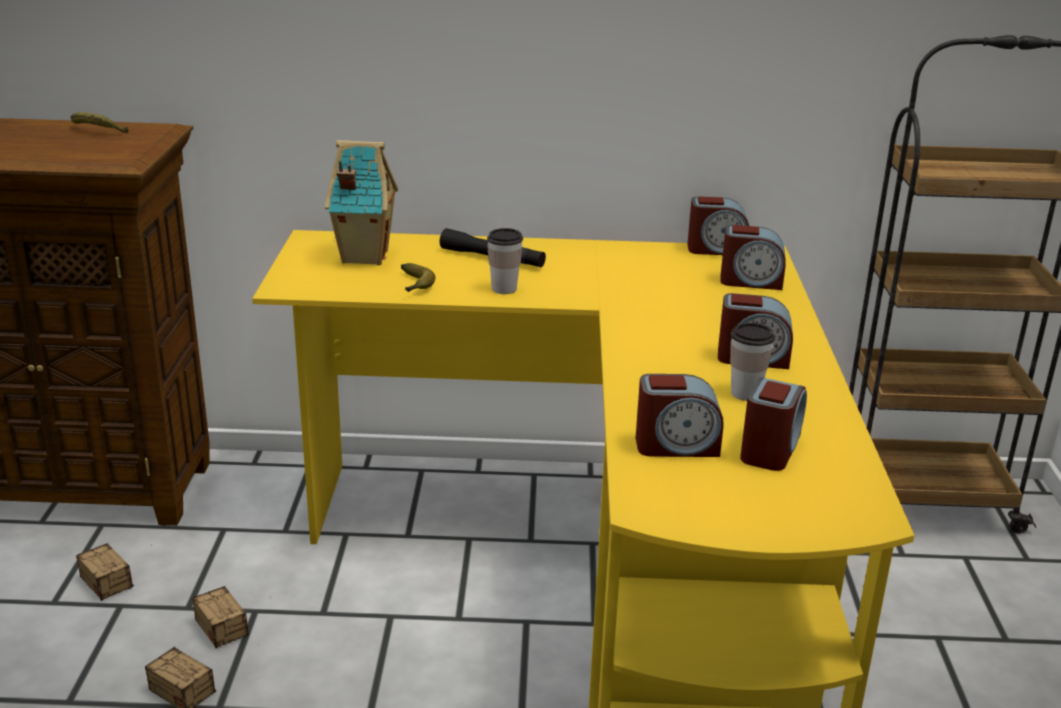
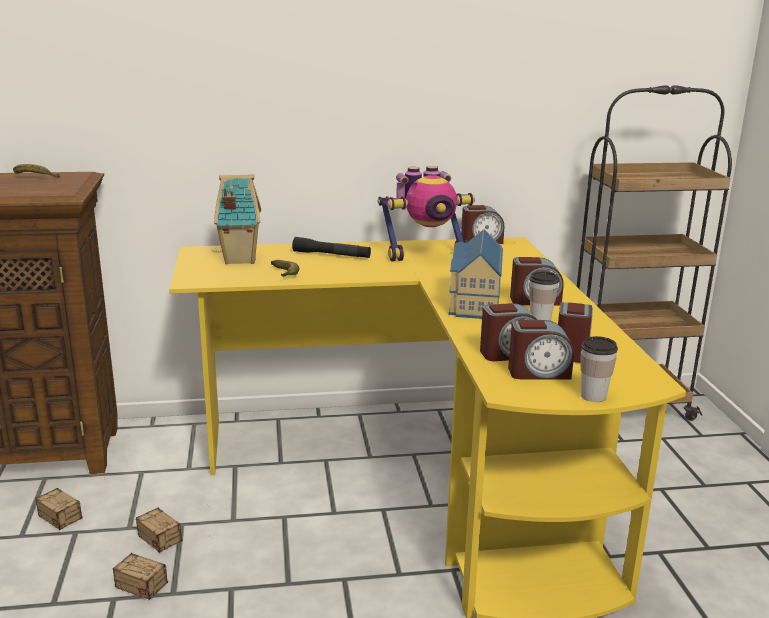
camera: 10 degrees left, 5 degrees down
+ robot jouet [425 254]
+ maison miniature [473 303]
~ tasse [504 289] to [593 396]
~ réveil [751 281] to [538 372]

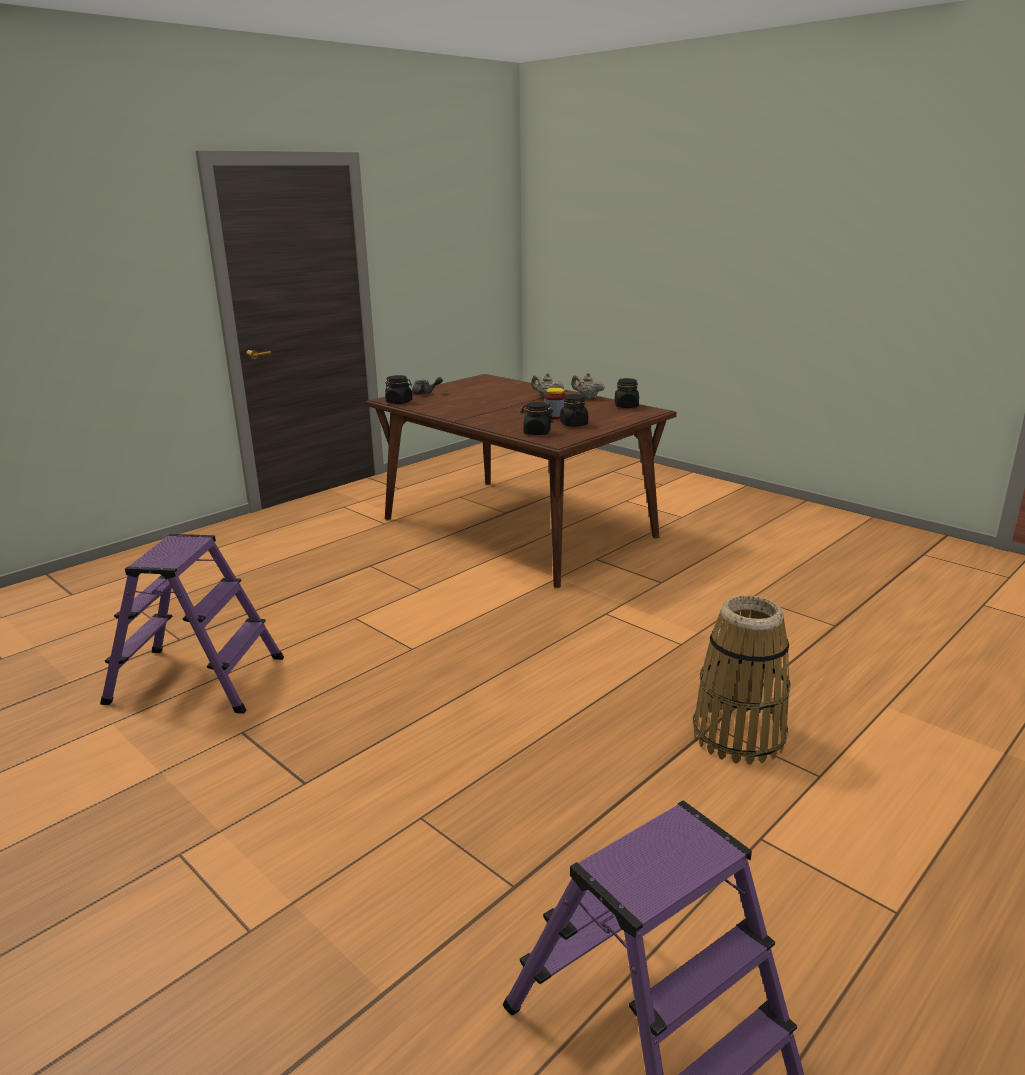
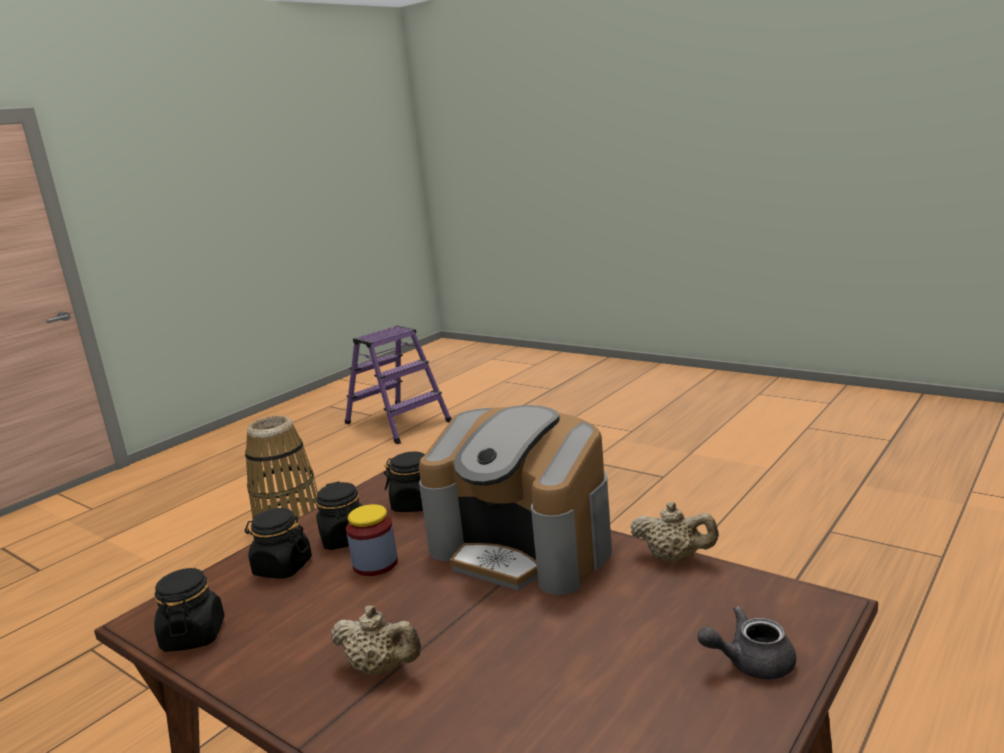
camera: 175 degrees right, 5 degrees down
- escabeau [violet] [196 679]
+ machine à café [524 547]
~ bocal [noir] [399 402] to [282 567]
~ théière [beige] [587 398] to [674 557]

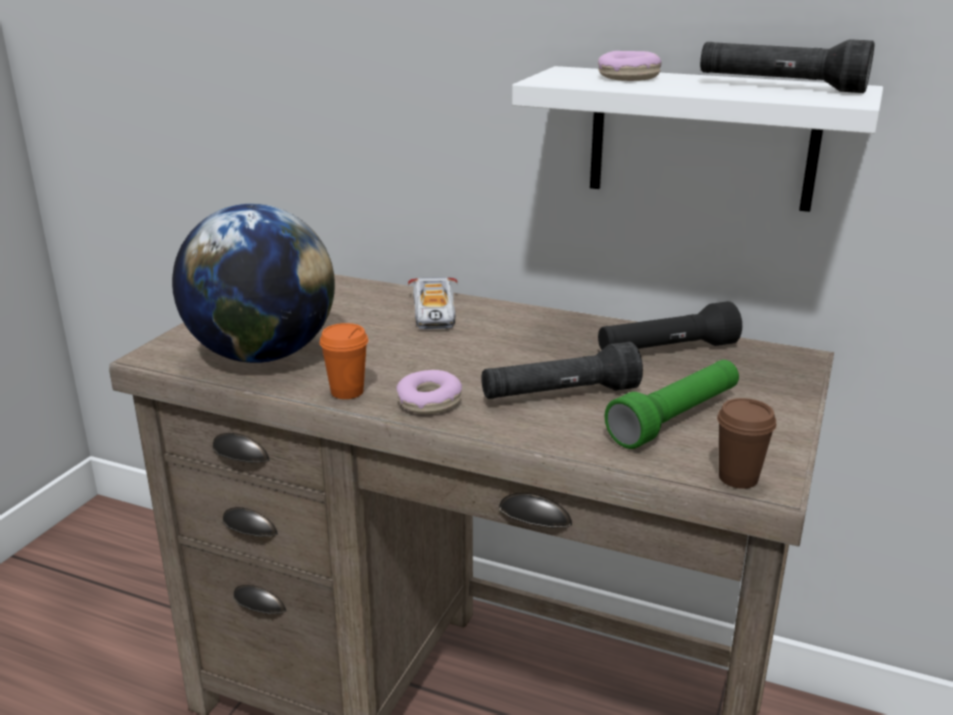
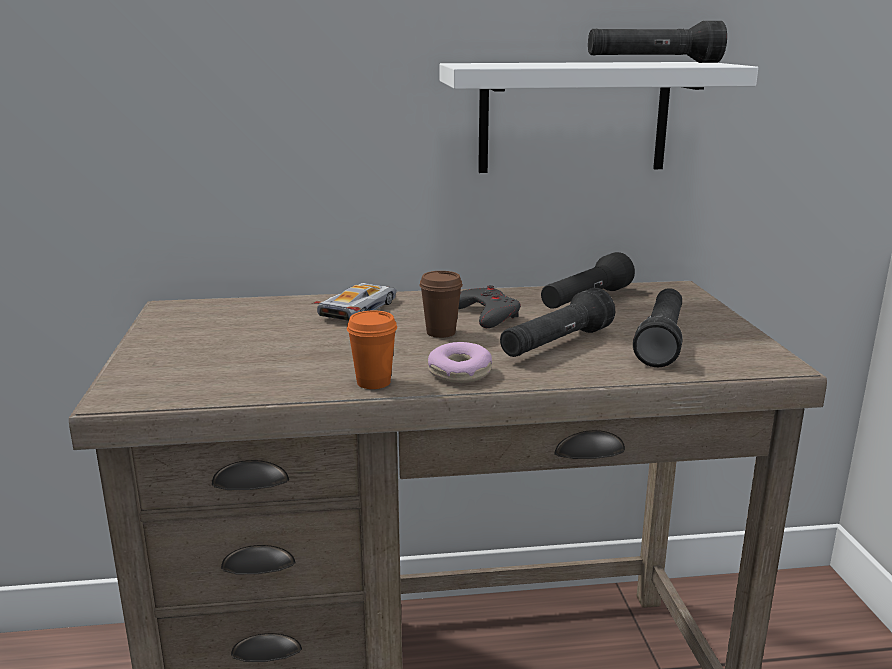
camera: 30 degrees left, 5 degrees down
- globe [262 355]
- beignet [628 77]
+ manette [gris] [486 315]
~ tasse [marron] [738 478] to [441 332]
~ lampe de poche [vert] [675 419] to lampe de poche [noir] [661 341]
~ petite voiture [434 312] = [359 309] 120 degrees counterclockwise

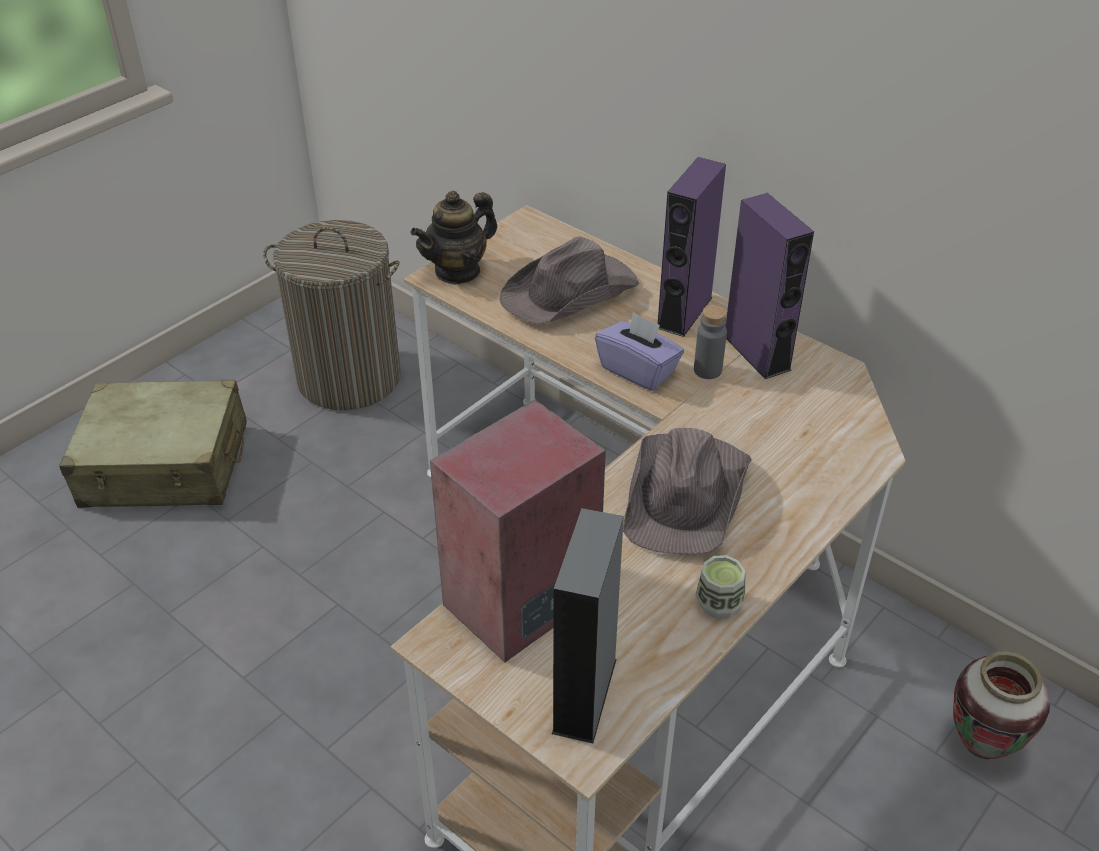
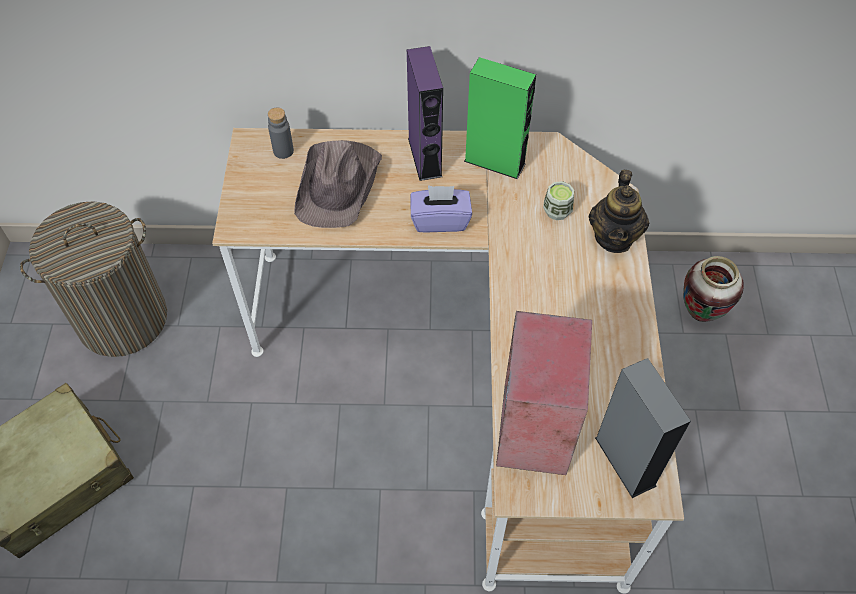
camera: 40 degrees left, 15 degrees up
- chapeau [marron] [686 495]
~ théière [458 271] to [614 237]
~ bouteille [gris] [707 370] to [283 151]
~ tasse [718 604] to [557 211]
~ enceinte [violet] [756 352] to enceinte [vert] [494 162]

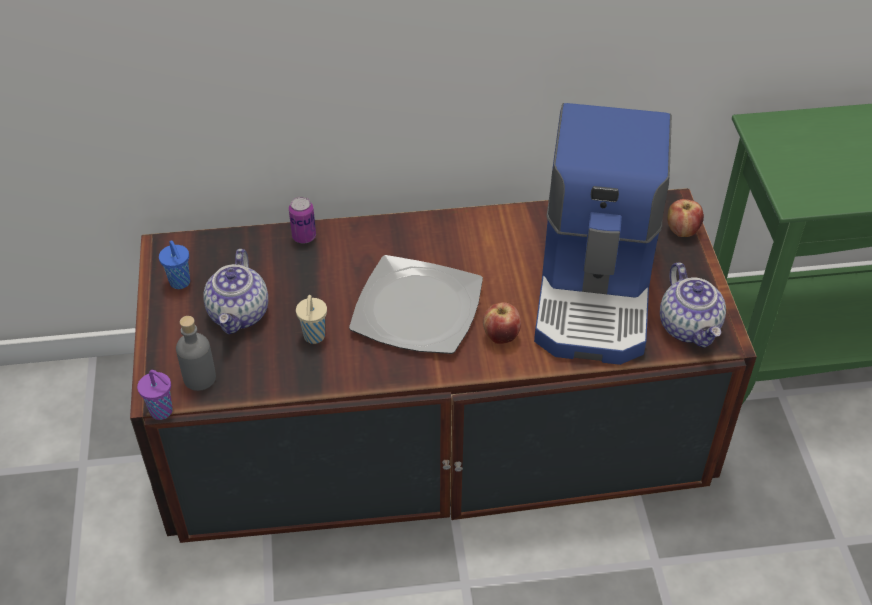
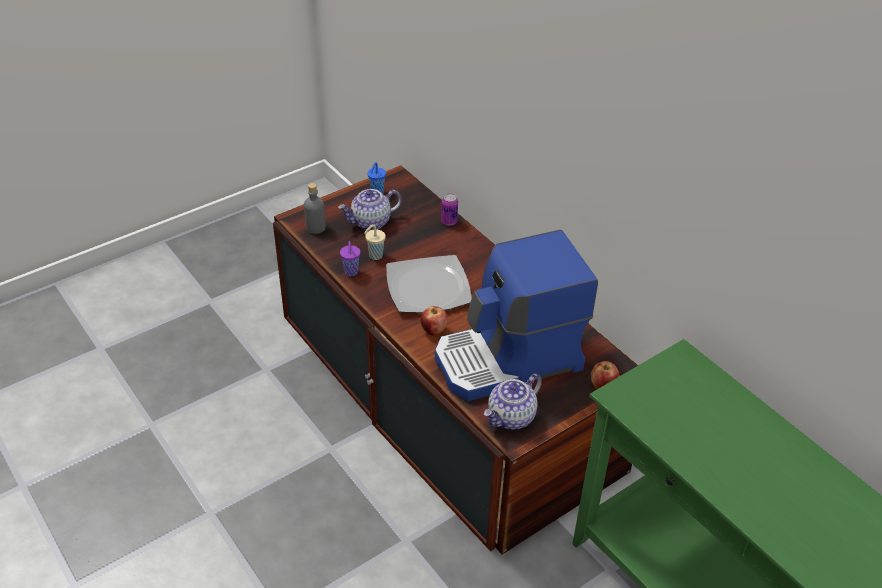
camera: 60 degrees right, 5 degrees down
~ tasse [violet] [162 412] to [351 272]

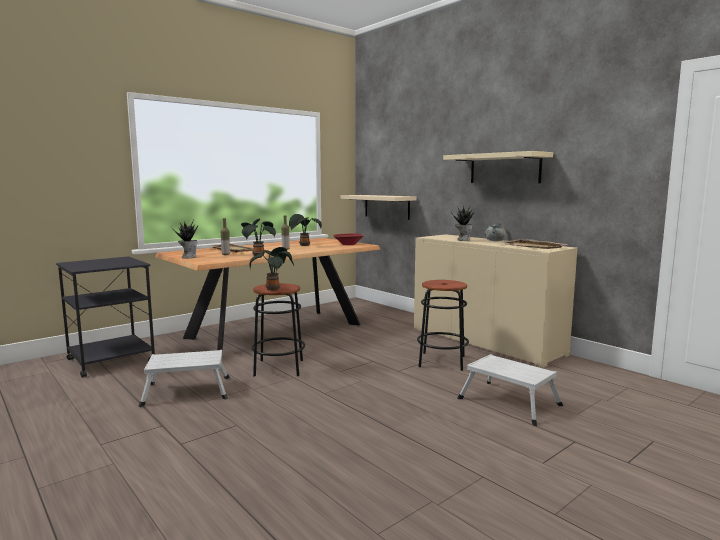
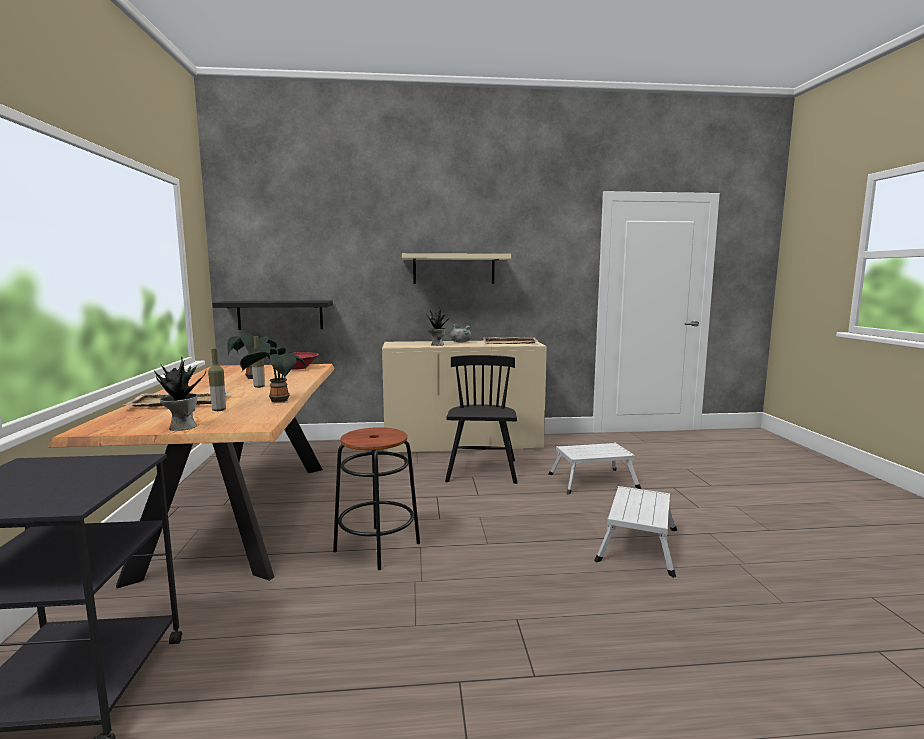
camera: 55 degrees left, 0 degrees up
- plante en pot [273 289]
~ escabeau [blanc] [186 391] to [638 545]
~ tabouret [noir] [442 361] to chaise [noir] [482 472]
~ étagère [beige] [386 206] to étagère [noir] [280 315]

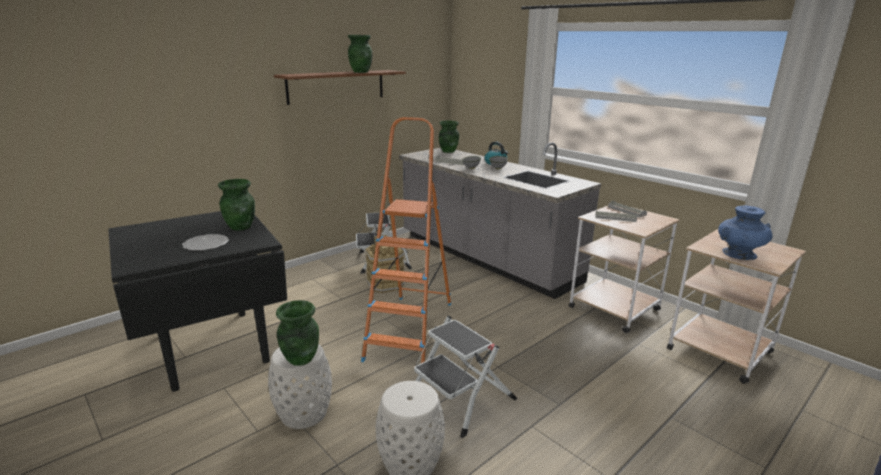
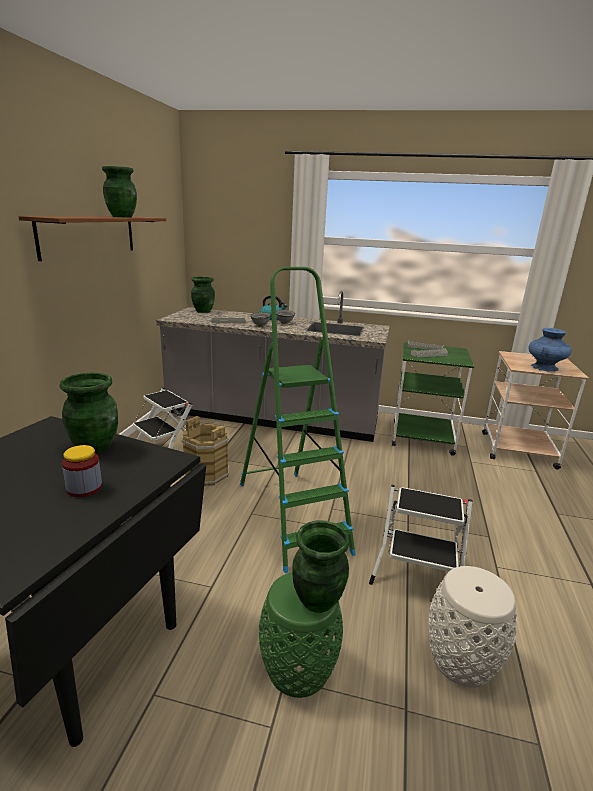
camera: 35 degrees left, 0 degrees up
~ assiette [205 244] to bocal [84 488]
~ tabouret [blanc] [303 413] to tabouret [vert] [298 668]
~ escabeau [orange] [410 330] to escabeau [vert] [292 516]
~ chariot [beige] [615 309] to chariot [vert] [423 437]

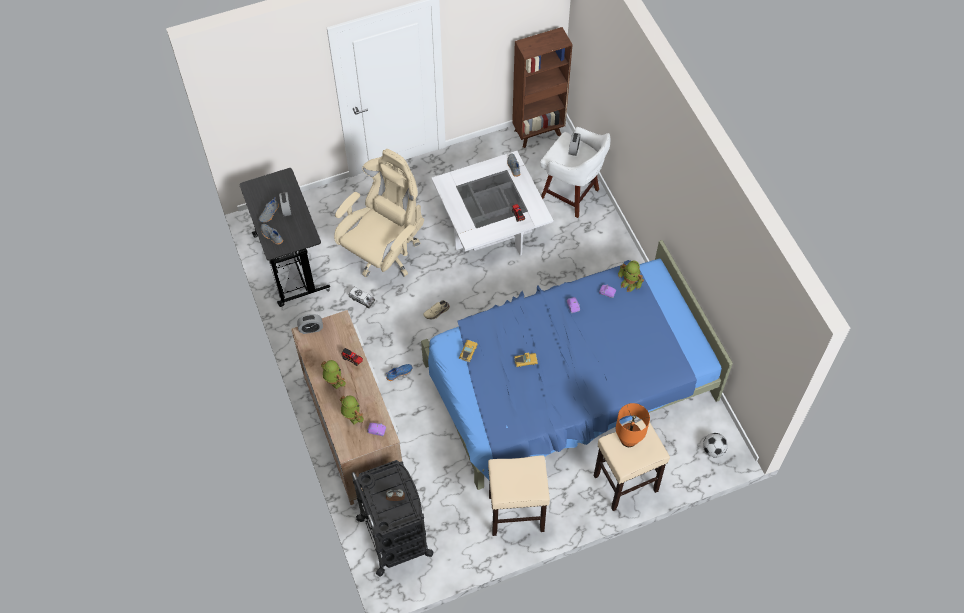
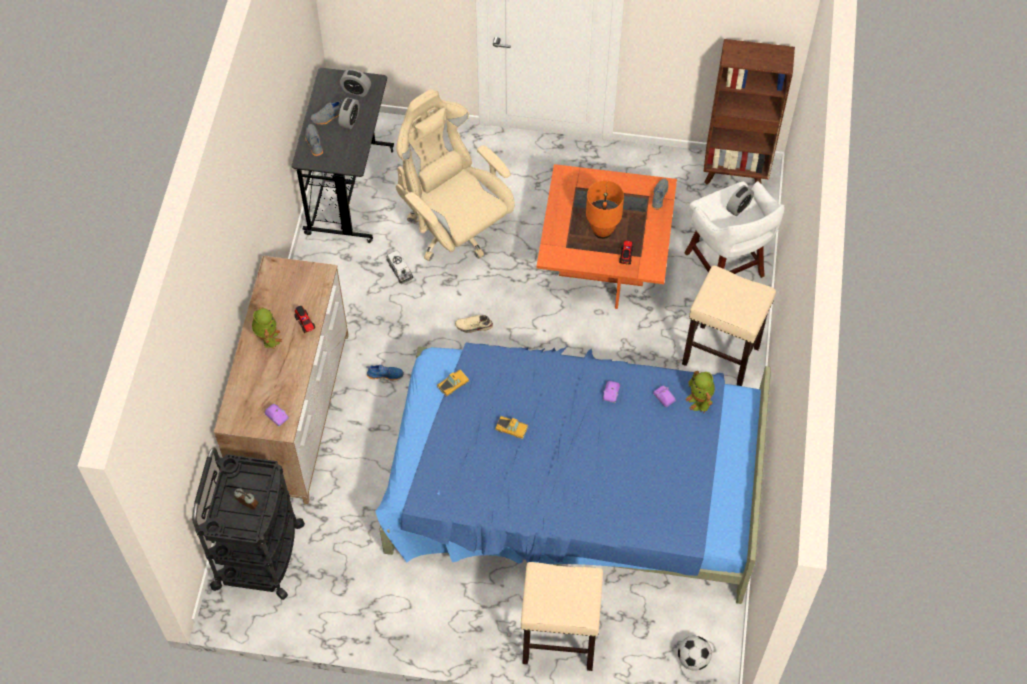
camera: 30 degrees right, 0 degrees up
- robot jouet [352 417]
~ réveil [311 329] to [356 90]
~ tabouret [beige] [517 513] to [721 356]
~ lampe de table [orange] [628 440] to [602 231]
~ table basse [blanc] [491 225] to table basse [orange] [604 257]
~ chaise de bureau [beige] [383 256] = [456 232] 105 degrees counterclockwise

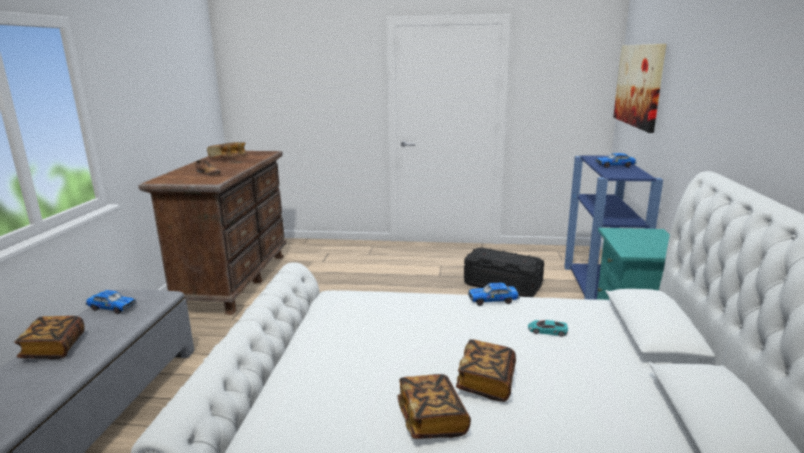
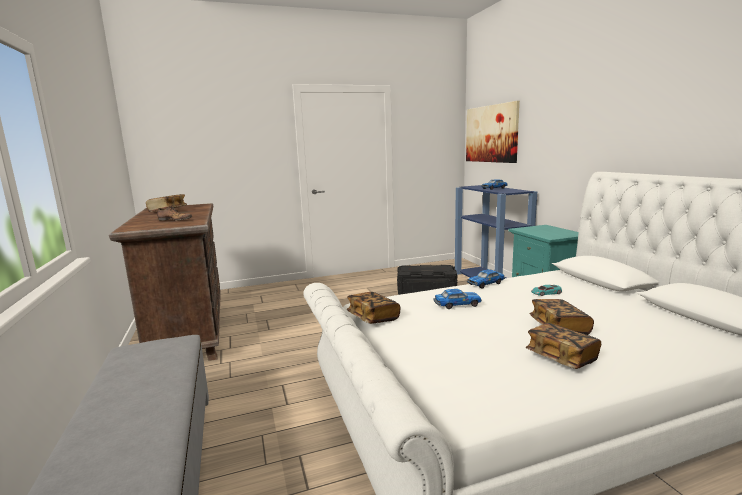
camera: 25 degrees left, 5 degrees down
~ livre [54 348] to [373 317]
~ petite voiture [112 307] to [457 304]

